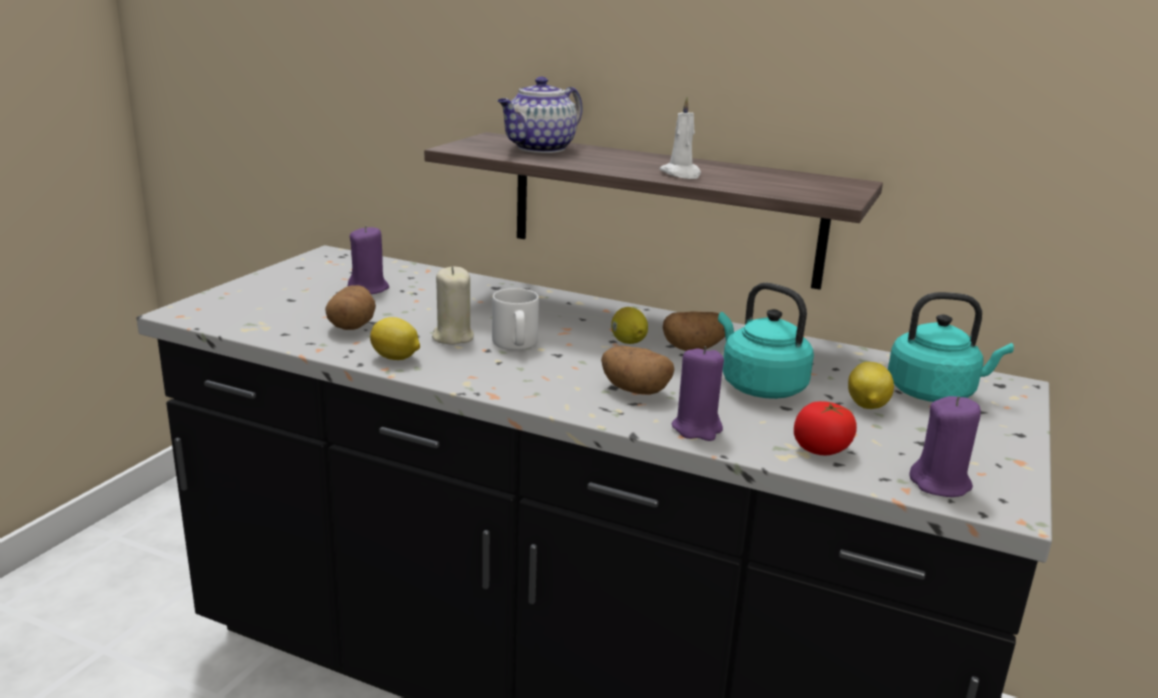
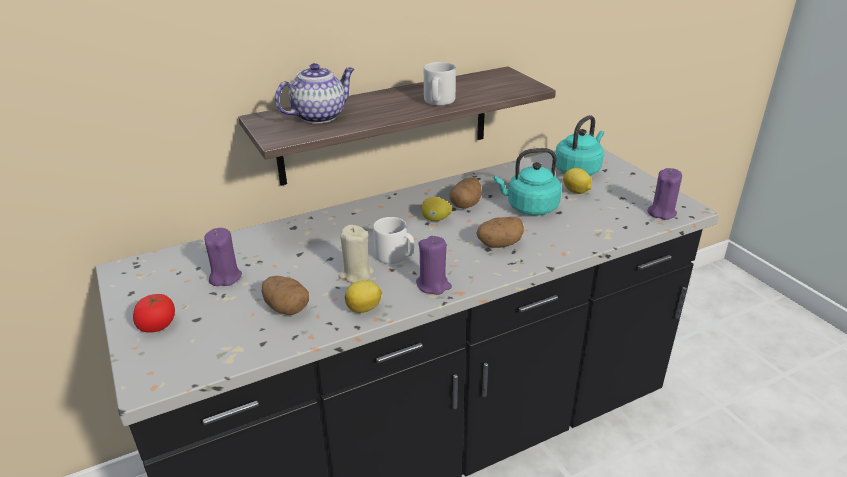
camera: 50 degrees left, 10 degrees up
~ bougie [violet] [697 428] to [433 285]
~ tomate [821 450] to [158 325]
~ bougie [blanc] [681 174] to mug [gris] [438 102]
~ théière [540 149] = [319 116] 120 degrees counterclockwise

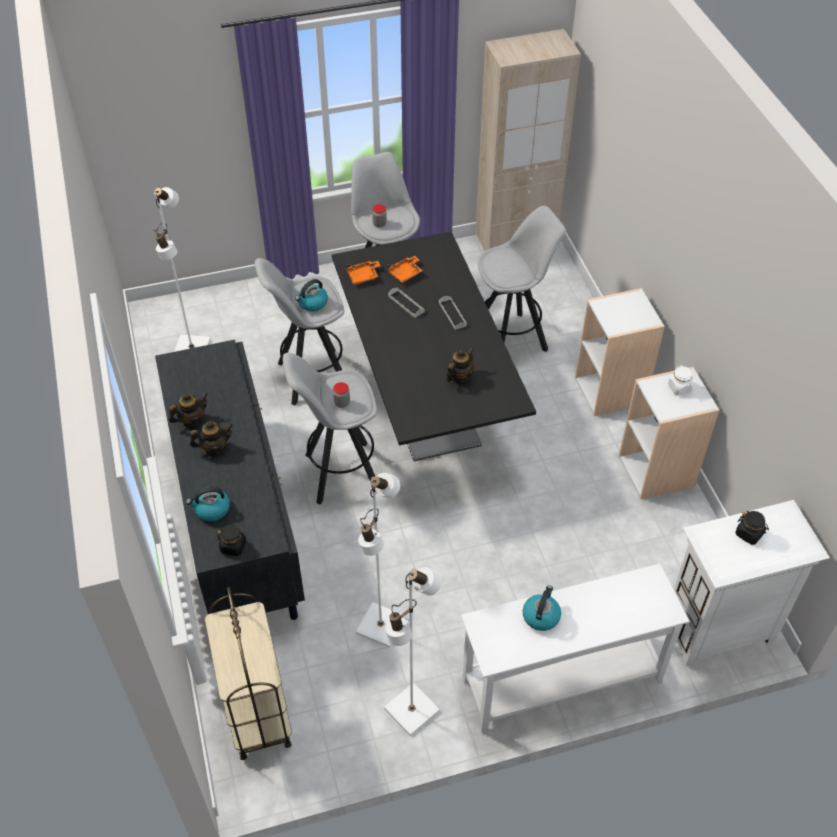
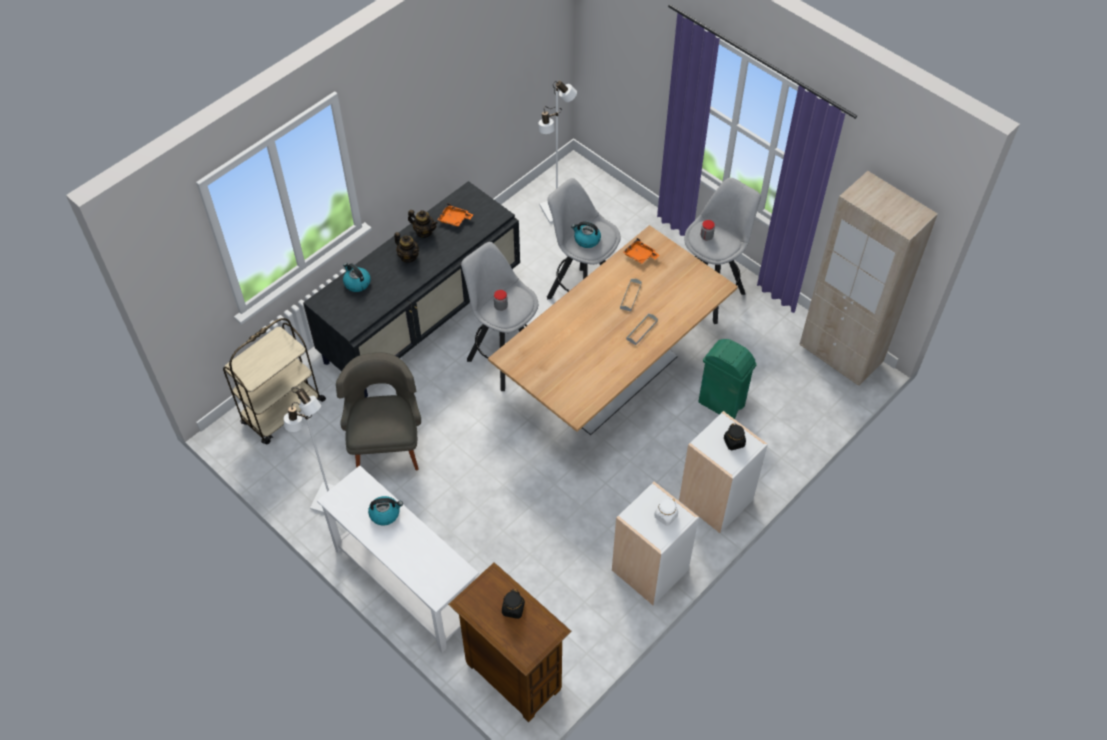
camera: 60 degrees right, 5 degrees up
- théière [459 377]
~ bocal [noir] [233 547] to [734 442]
~ plateau [orange] [405 273] to [454 219]
~ lampadaire [blanc] [380 625] to chaise [gris] [387 449]
~ tabouret [gris] [511 339] to poubelle [vert] [721 404]
~ table à manger [noir] [426 400] to table à manger [beige] [611 378]
~ meuble de rangement [blanc] [717 633] to meuble de rangement [marron] [511 677]

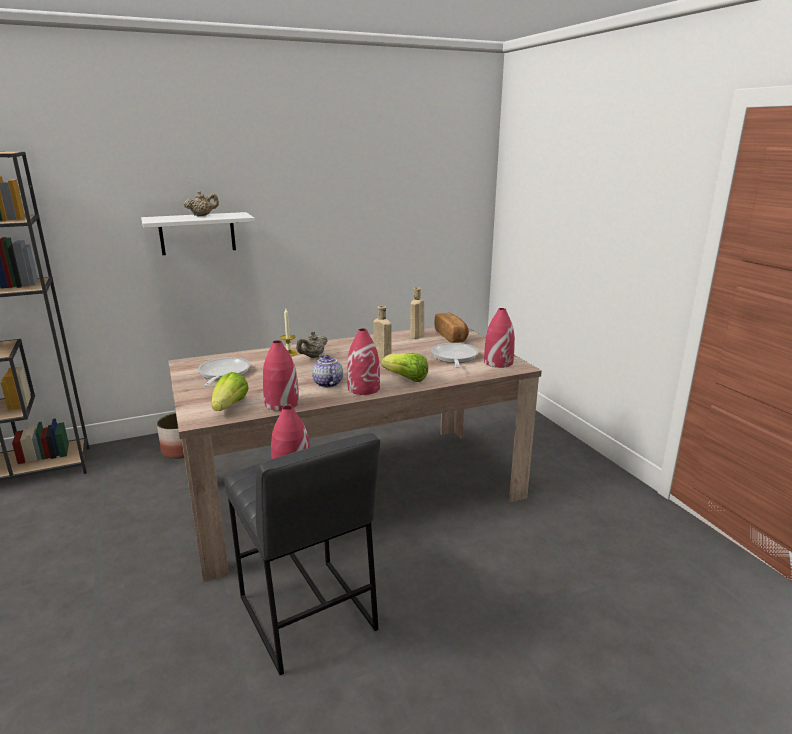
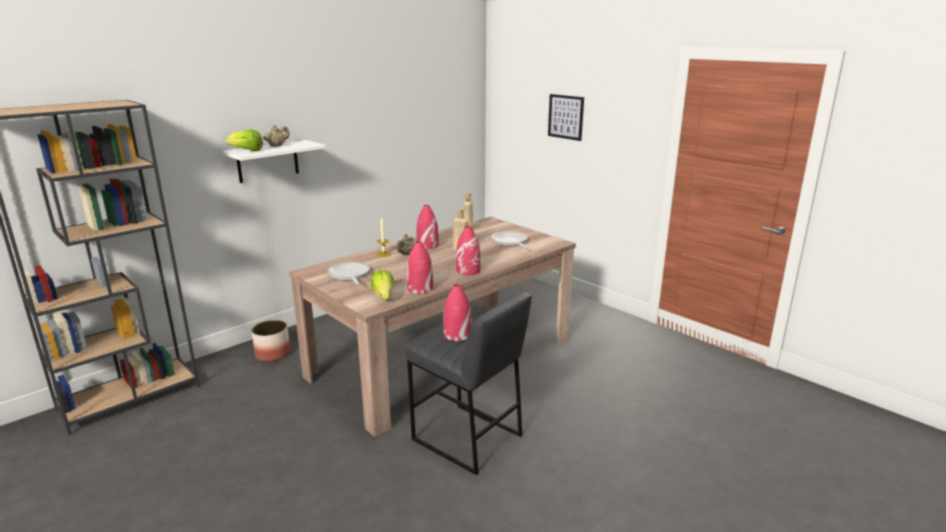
camera: 20 degrees left, 0 degrees up
- théière [327 383]
- pain [451 336]
+ tableau [565 117]
~ laitue [406 378] to [247 150]
~ vase [rouge] [498 362] to [427 245]

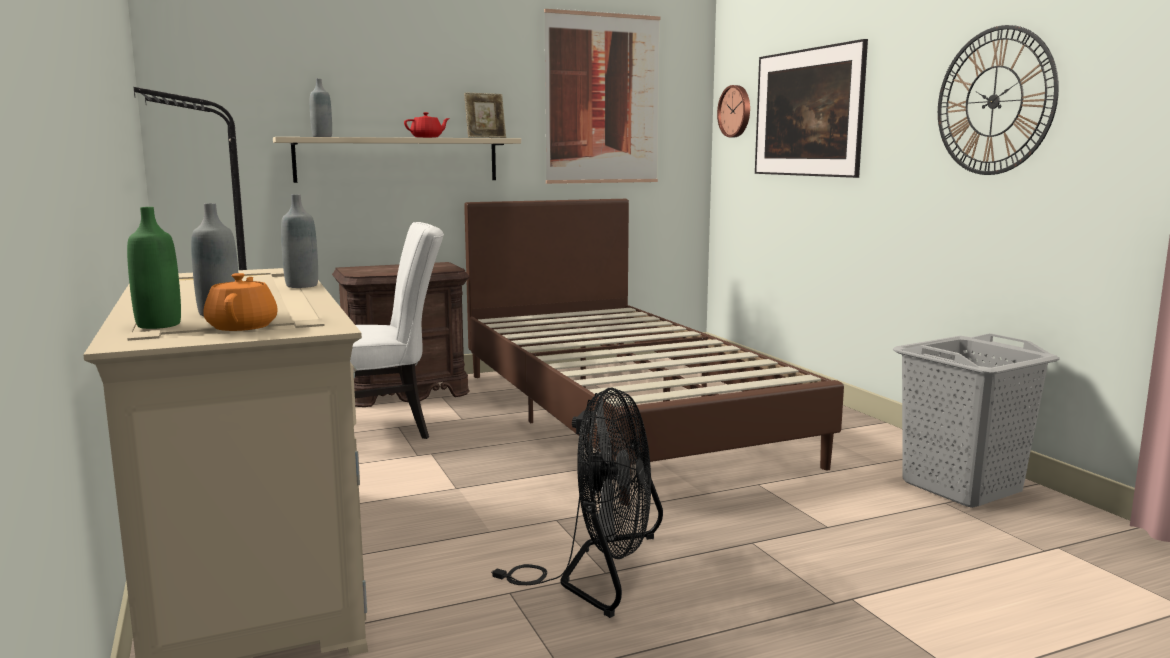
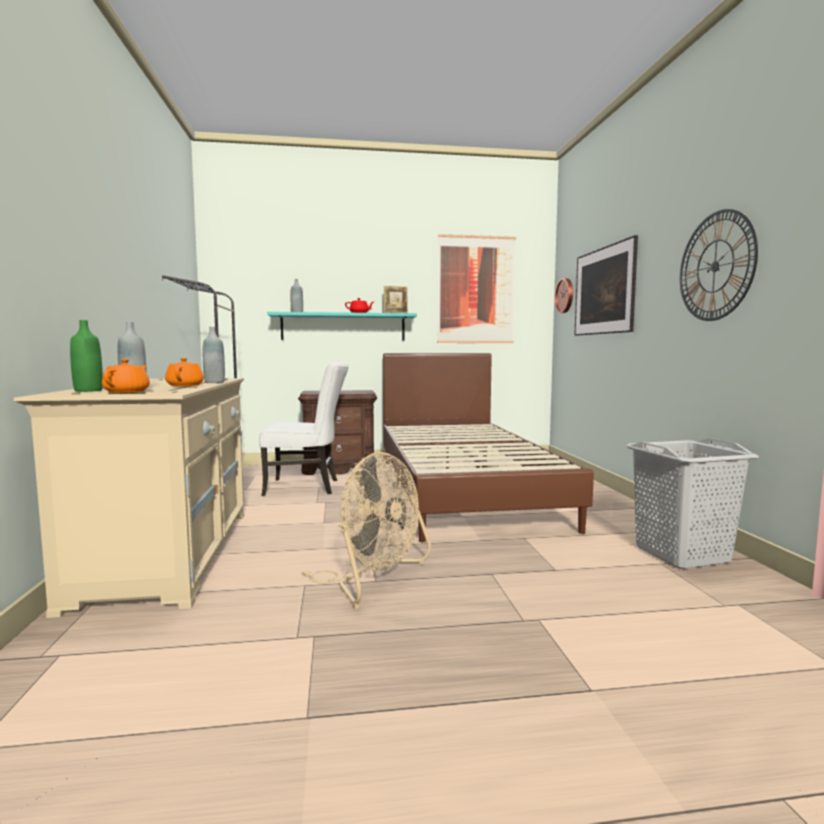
camera: 15 degrees right, 5 degrees down
+ théière [orange] [185 385]
~ étagère [beige] [398 159] to étagère [turquoise] [343 327]
~ ventilateur [noir] [596 571] to ventilateur [beige] [370 579]

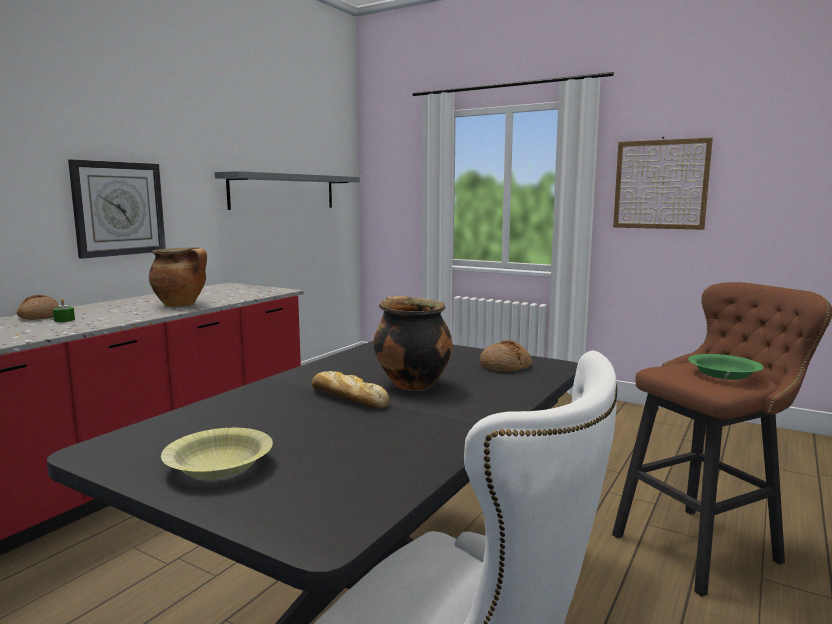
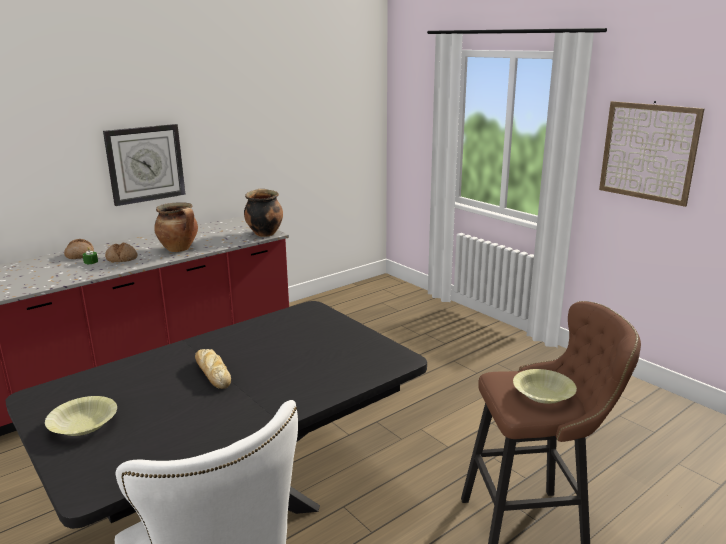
camera: 20 degrees right, 10 degrees up
- étagère [gris] [284 191]
~ marmite [411 384] to [264 233]
~ pain [505 366] to [121 258]
~ bol [vert] [723 375] to bol [jaune] [543 394]

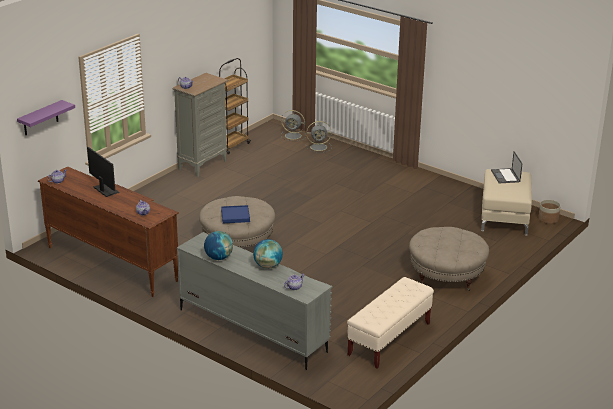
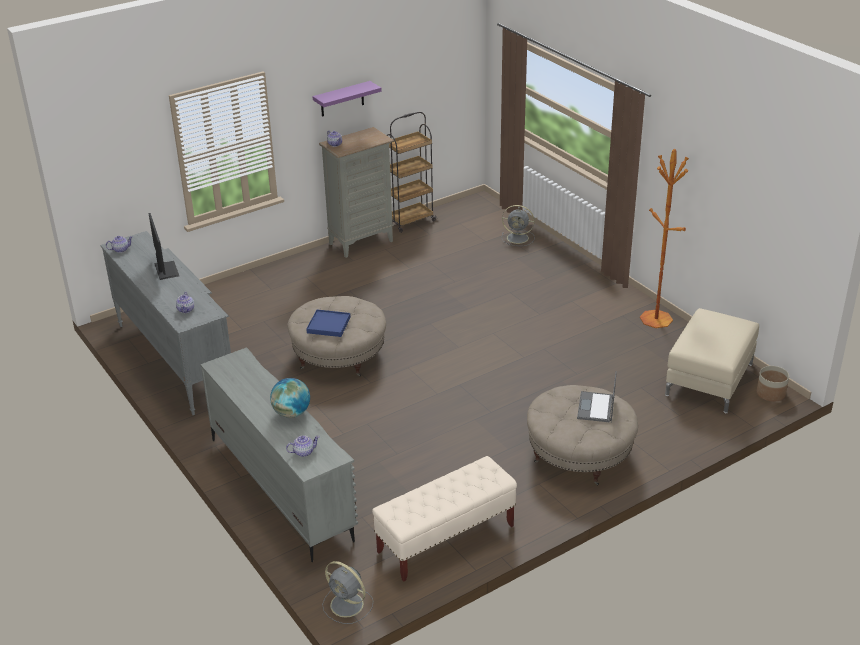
camera: 20 degrees right, 5 degrees up
- globe [218 257]
+ portant [orange] [656 319]
~ étagère [violet] [40 118] to [342 99]
~ ventilateur [gris] [294 136] to [348 605]
~ ordinateur portable [505 176] to [596 408]
~ meuble de rangement [marron] [112 263] to meuble de rangement [gris] [176 360]

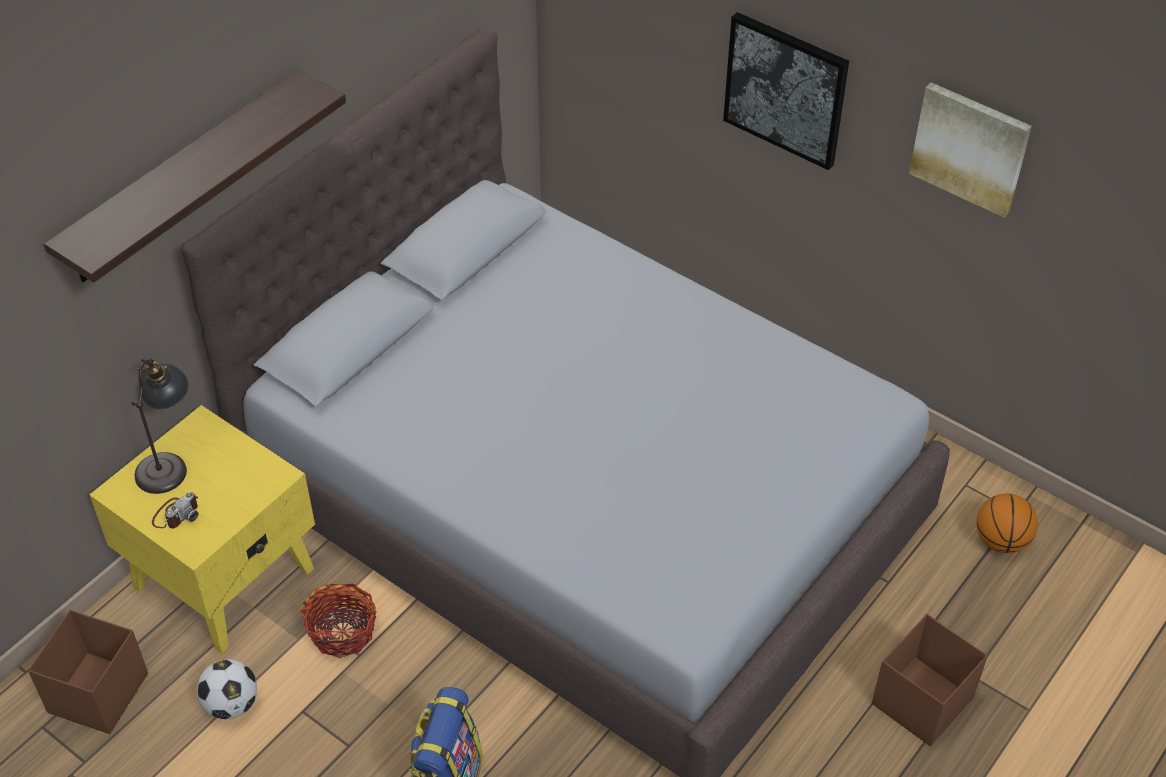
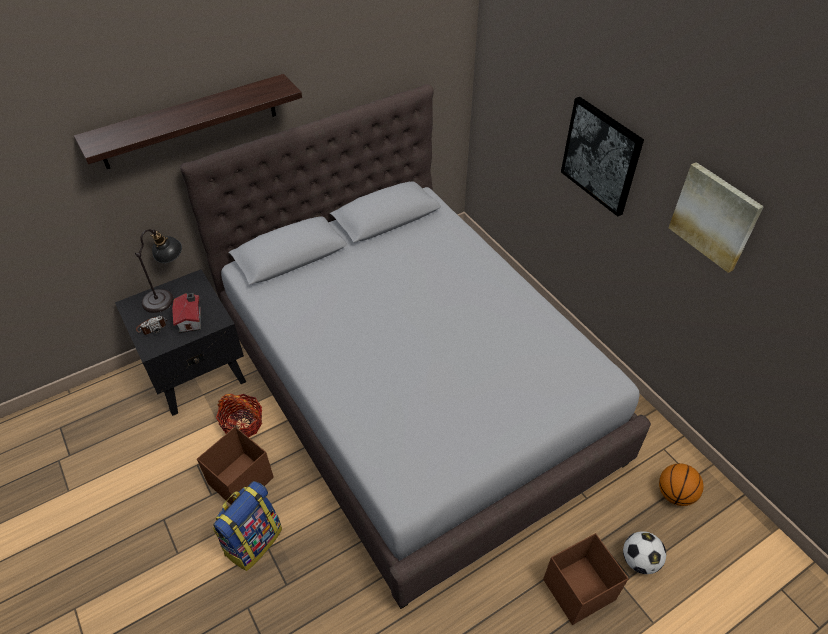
camera: 20 degrees right, 0 degrees up
+ maison miniature [191 319]
~ boîte de rangement [marron] [97 694] to [240 481]
~ ballon de foot [231 704] to [639 560]
~ table de chevet [jaune] [225 576] to table de chevet [noir] [197 372]

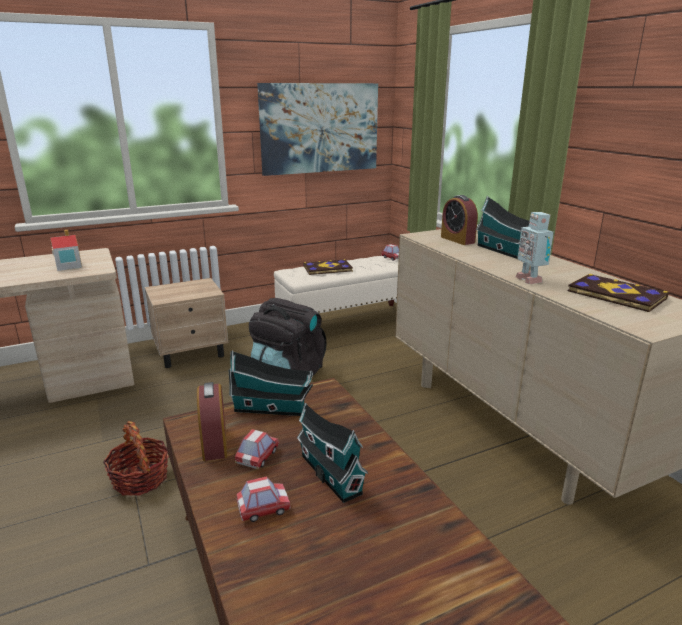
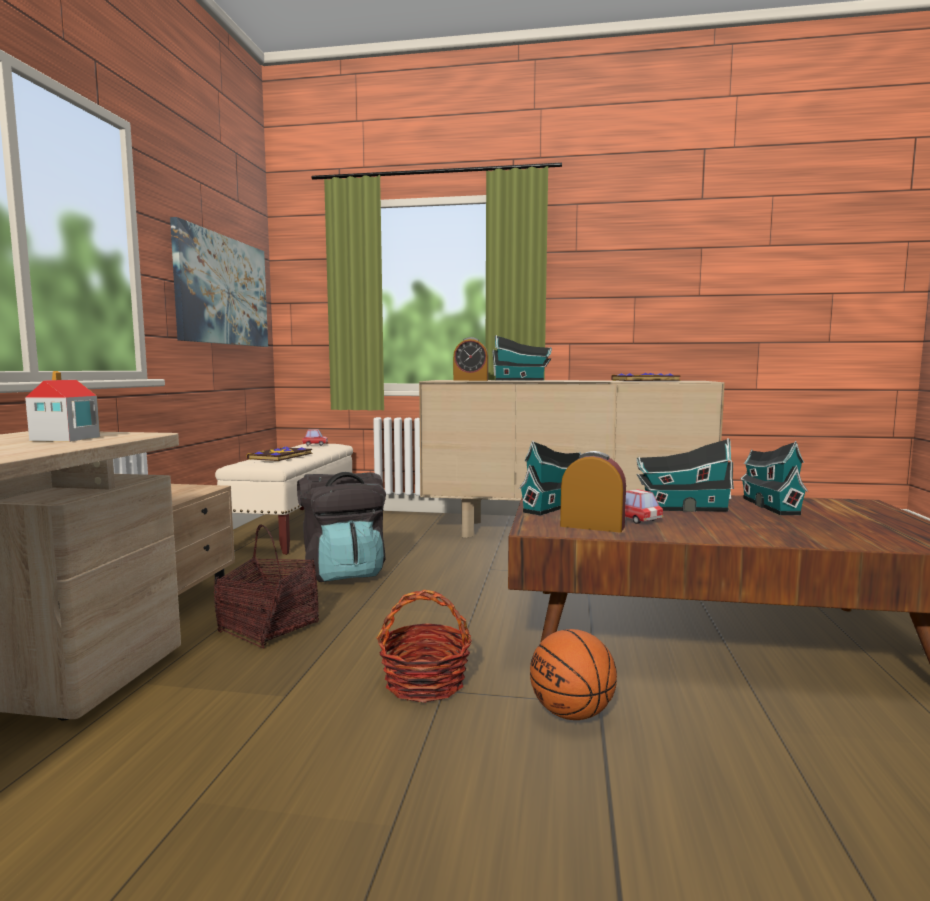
camera: 55 degrees left, 15 degrees down
- petite voiture [263 509]
- robot jouet [530 280]
+ panier [269 628]
+ ballon de basket [572 713]
+ maison miniature [768 505]

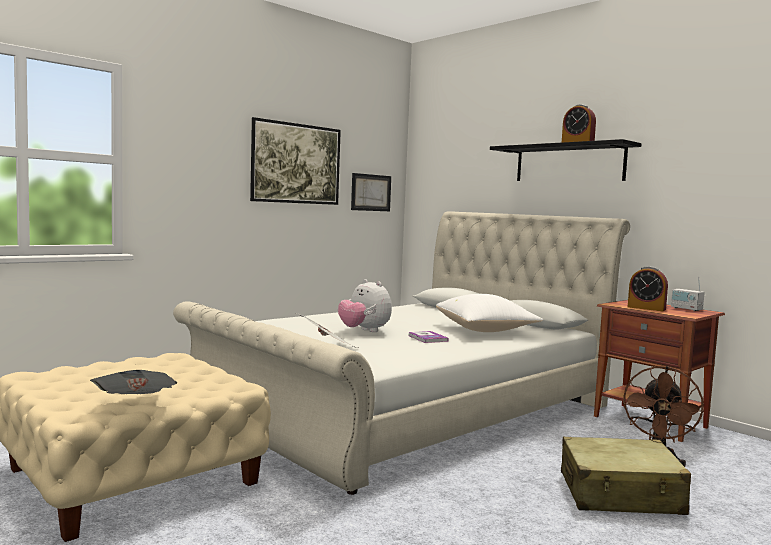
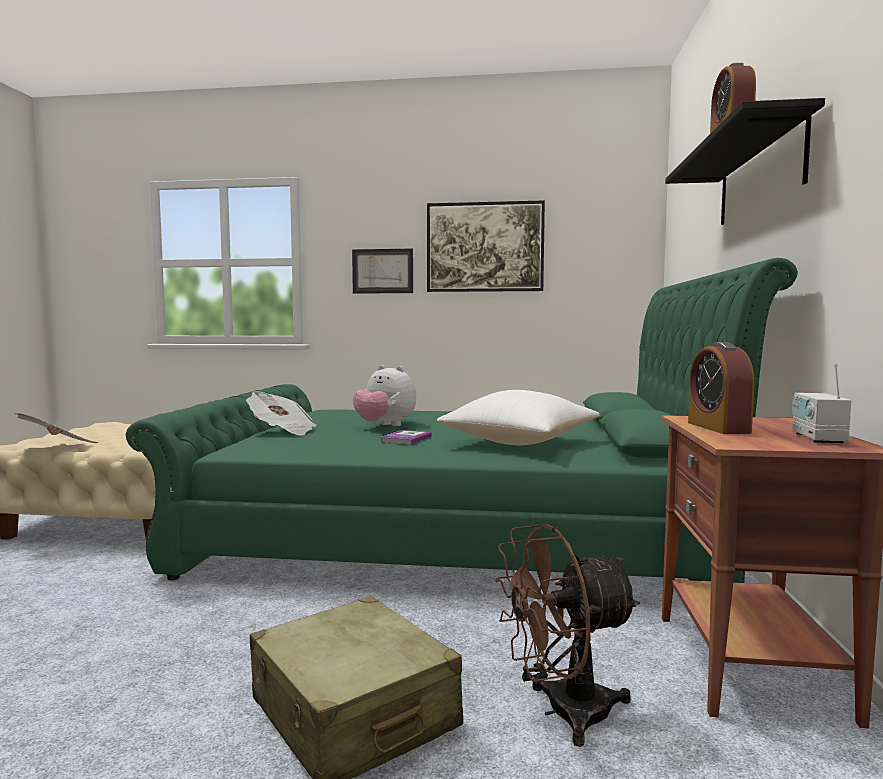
camera: 50 degrees right, 0 degrees up
~ tableau [371 192] to [382 271]
~ lit [beige] [407 405] to lit [vert] [455 529]
~ peluche [364 331] = [385 426] 60 degrees counterclockwise

